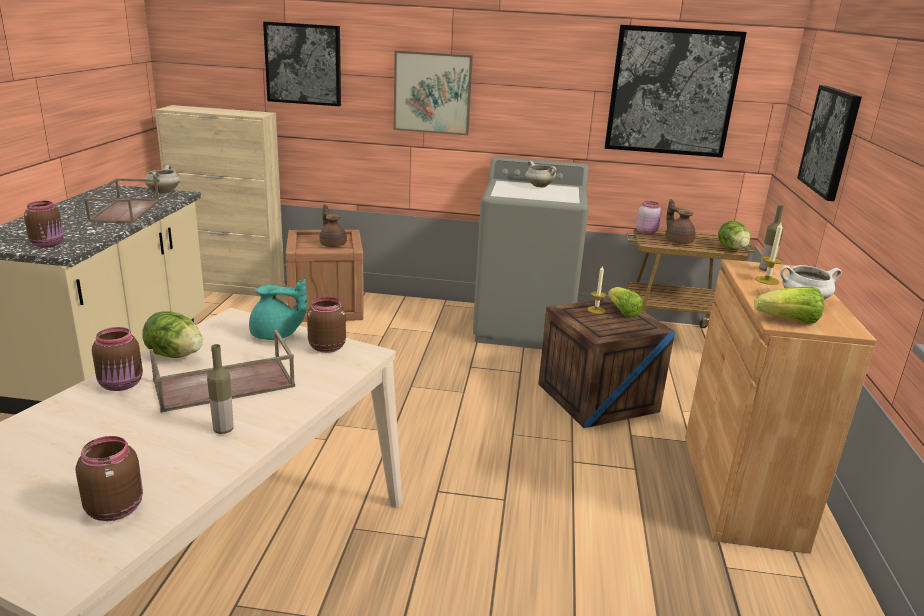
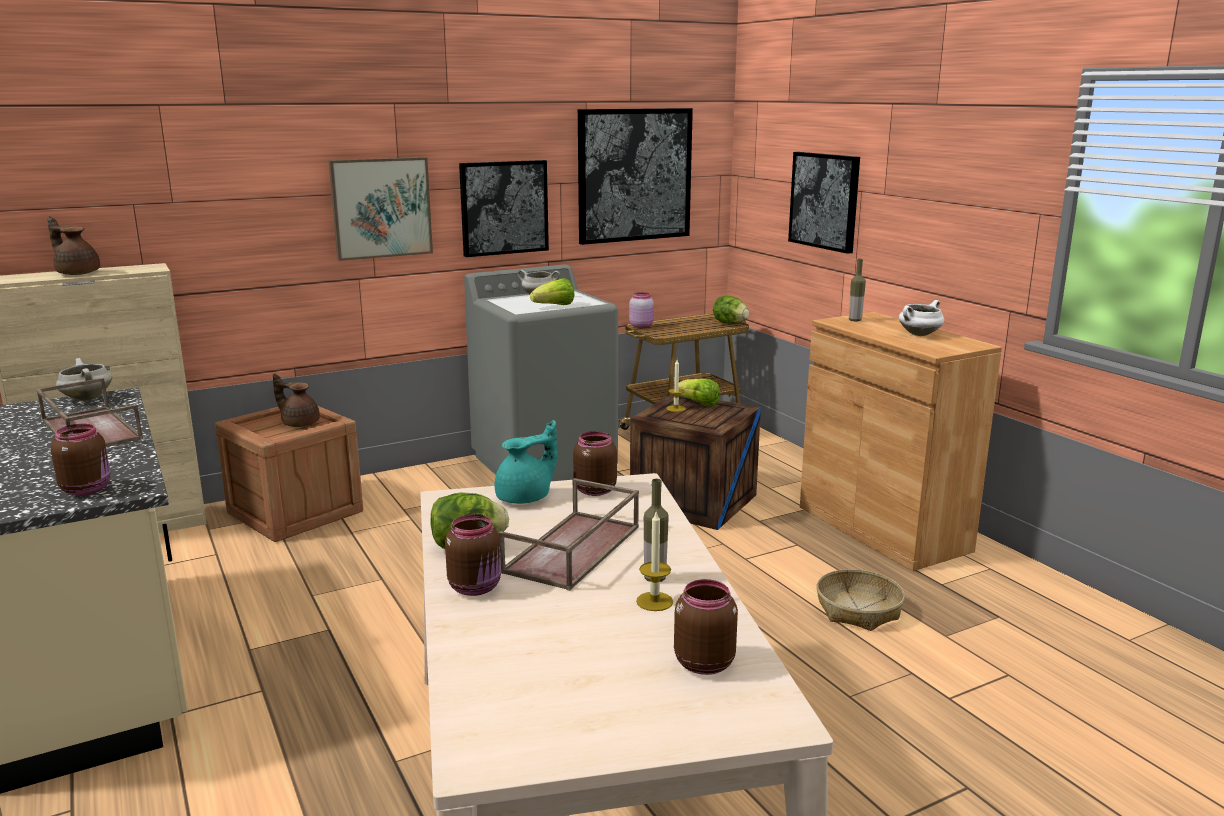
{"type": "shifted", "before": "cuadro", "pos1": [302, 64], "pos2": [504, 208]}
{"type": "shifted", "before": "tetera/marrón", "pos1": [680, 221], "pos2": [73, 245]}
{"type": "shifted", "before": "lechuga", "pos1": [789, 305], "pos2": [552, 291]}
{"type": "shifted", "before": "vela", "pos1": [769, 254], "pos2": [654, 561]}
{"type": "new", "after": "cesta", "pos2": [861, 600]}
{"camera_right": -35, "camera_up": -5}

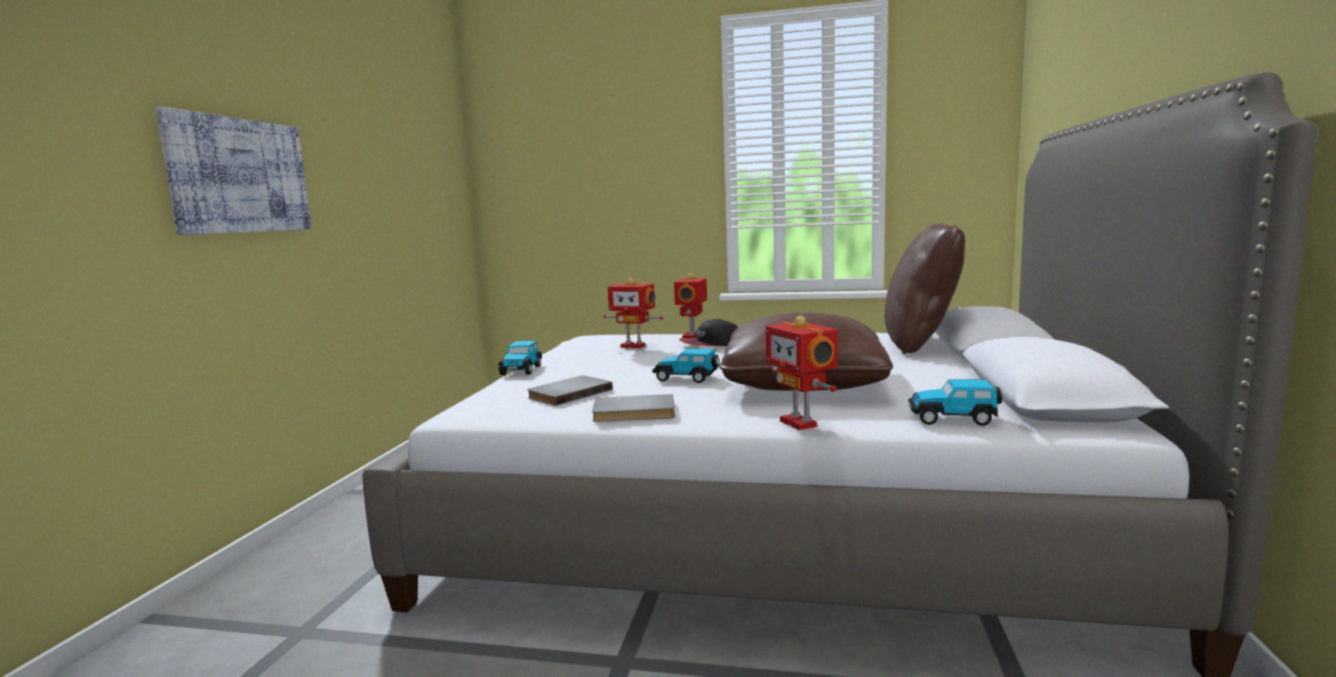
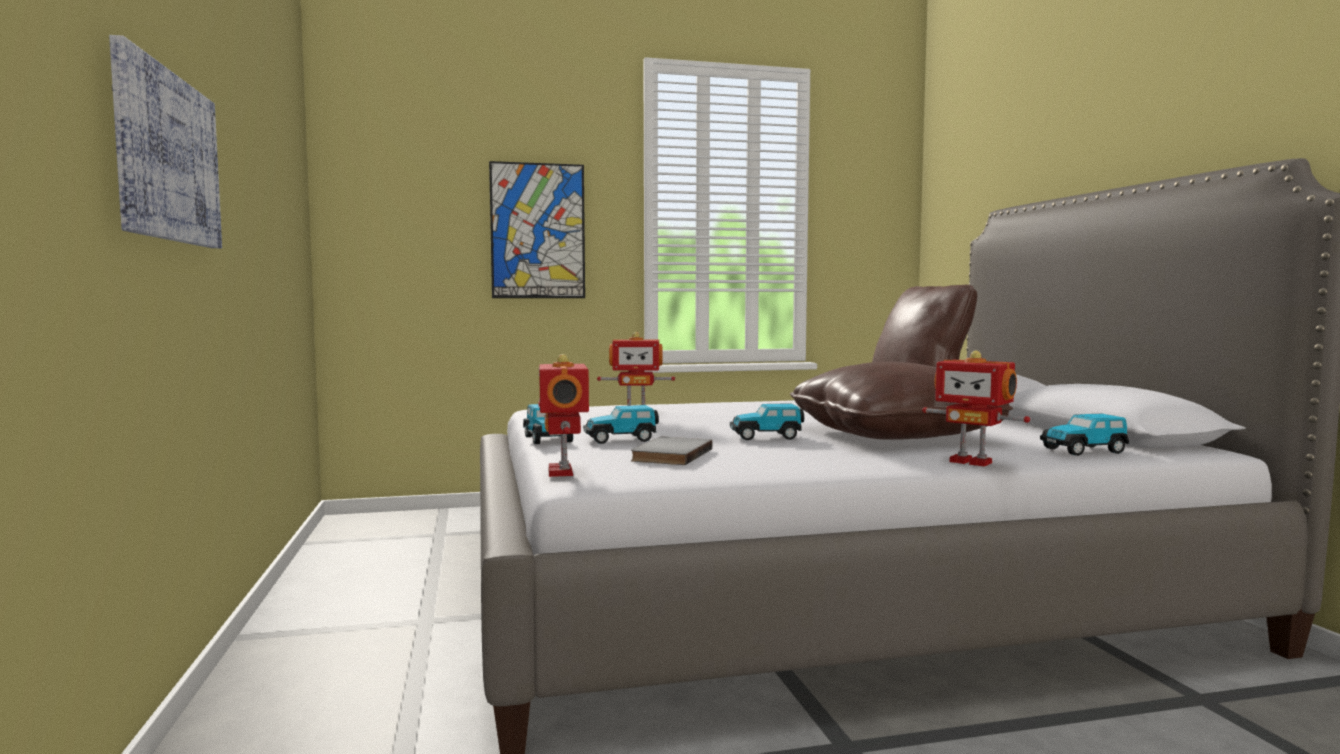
{"type": "gone", "before": "libro/gris", "pos1": [633, 408]}
{"type": "shifted", "before": "robot de juguete", "pos1": [690, 305], "pos2": [564, 415]}
{"type": "gone", "before": "gorra", "pos1": [708, 332]}
{"type": "new", "after": "cuadro", "pos2": [537, 229]}
{"type": "new", "after": "coche de juguete", "pos2": [621, 424]}
{"camera_right": -25, "camera_up": -5}

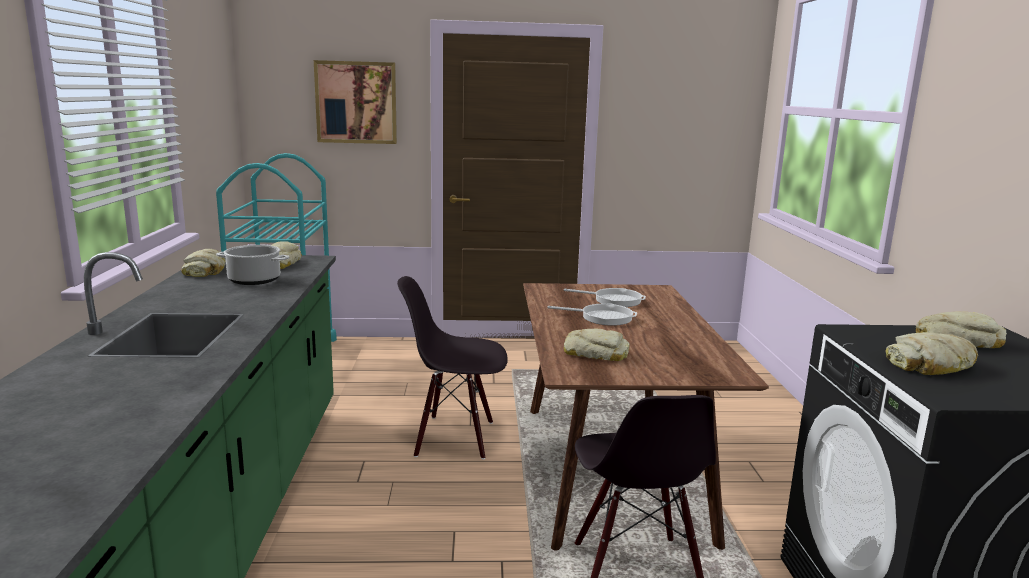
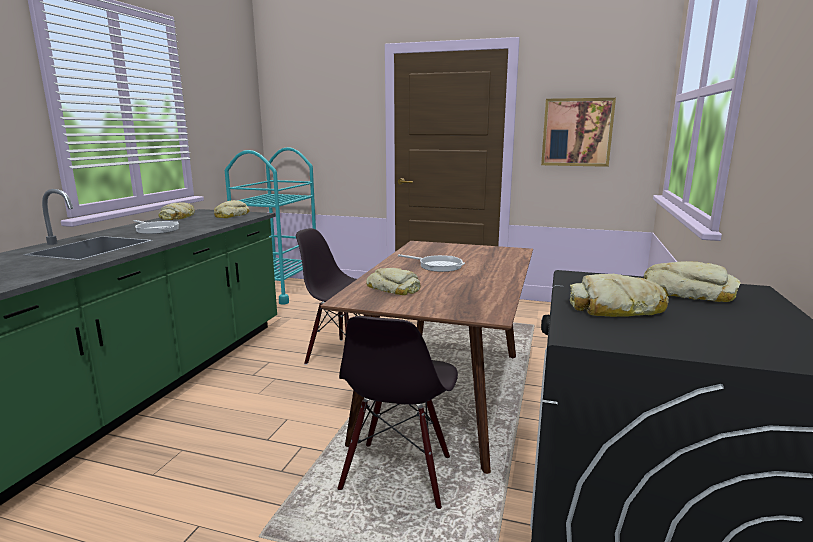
{"type": "gone", "before": "olla", "pos1": [253, 265]}
{"type": "shifted", "before": "cuadro", "pos1": [355, 102], "pos2": [578, 132]}
{"type": "shifted", "before": "sartén", "pos1": [605, 297], "pos2": [156, 227]}
{"camera_right": 20, "camera_up": 0}

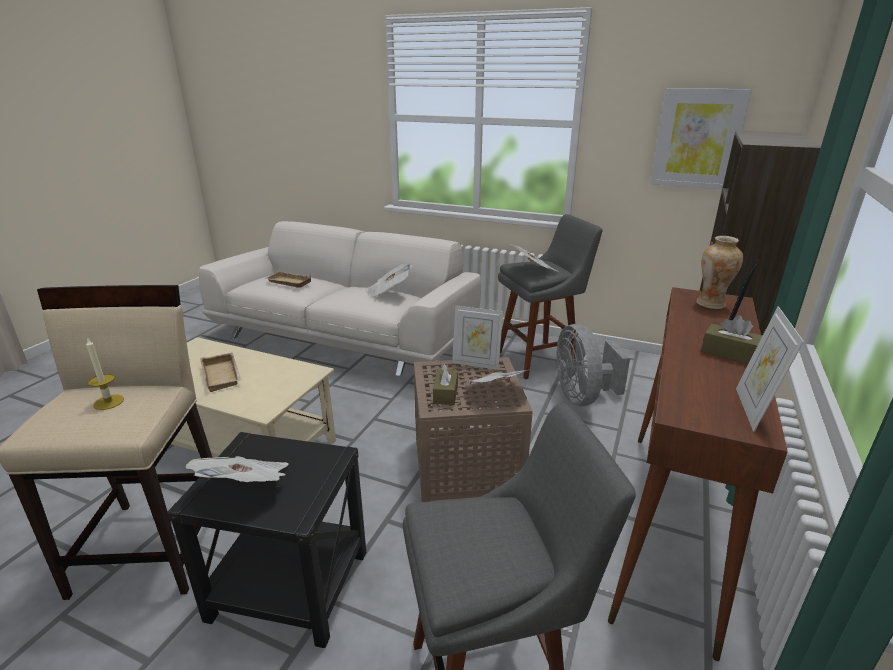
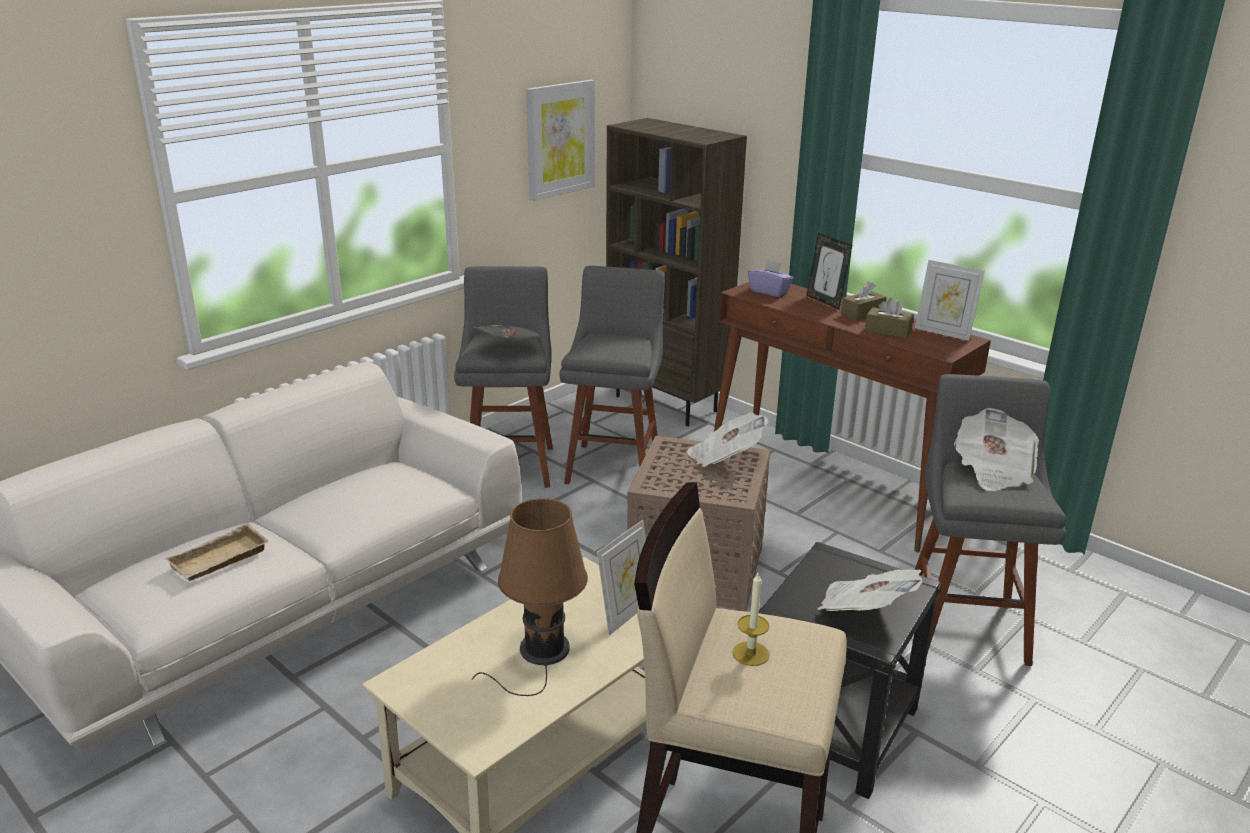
{"type": "swapped", "before": "bandeja/beis", "after": "lámpara de mesa/marrón", "pos1": [220, 372], "pos2": [530, 597]}
{"type": "shifted", "before": "periódico", "pos1": [388, 280], "pos2": [996, 449]}
{"type": "shifted", "before": "caja de pañuelos/marrón", "pos1": [445, 384], "pos2": [889, 317]}
{"type": "shifted", "before": "portarretratos", "pos1": [477, 338], "pos2": [621, 578]}
{"type": "swapped", "before": "ventilador/gris", "after": "taburete/gris", "pos1": [593, 365], "pos2": [612, 375]}
{"type": "swapped", "before": "florero", "after": "caja de pañuelos/morado", "pos1": [719, 272], "pos2": [770, 278]}
{"camera_right": -70, "camera_up": 0}

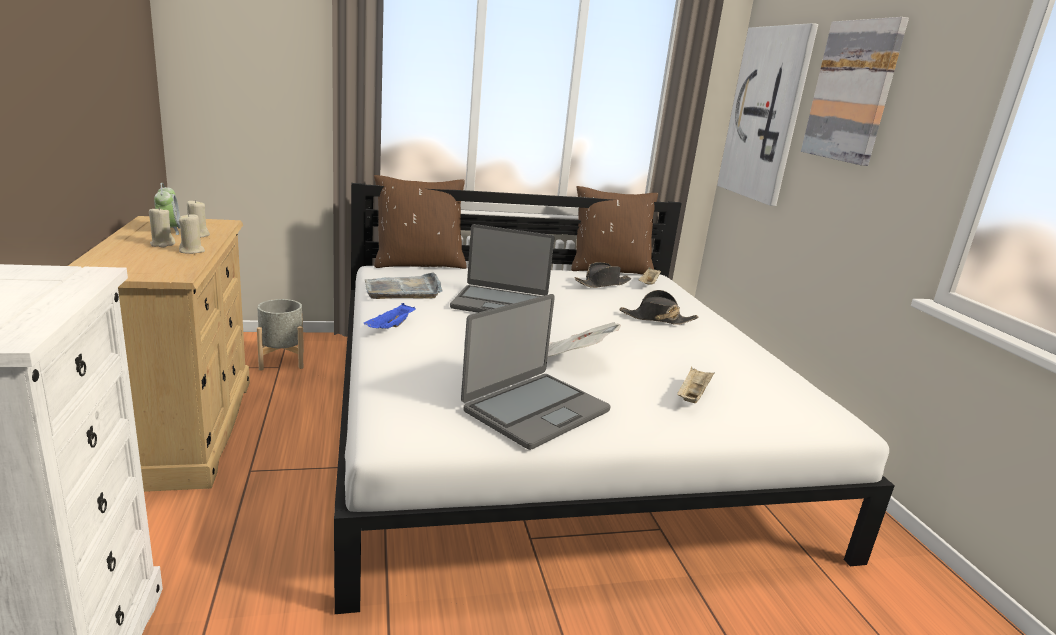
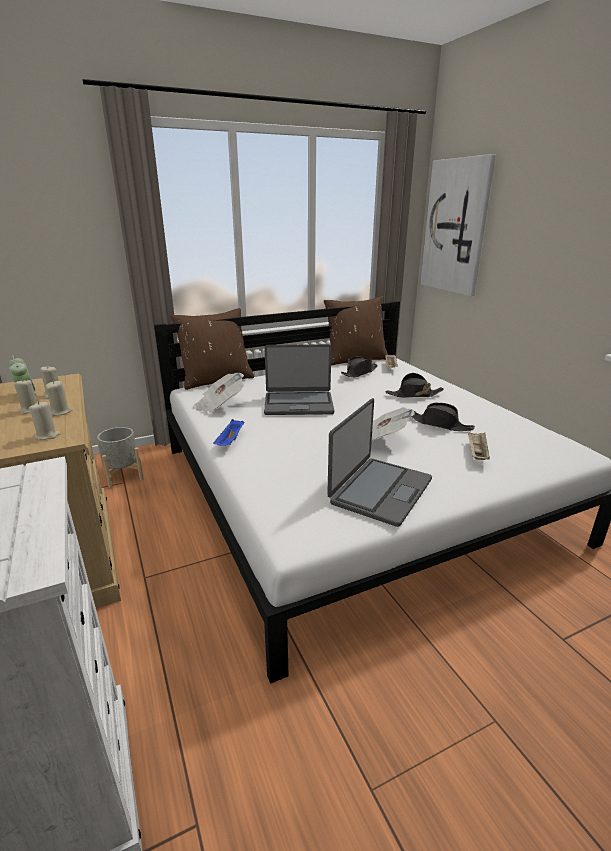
{"type": "swapped", "before": "bandeja/gris", "after": "periódico", "pos1": [403, 285], "pos2": [218, 393]}
{"type": "gone", "before": "cuadro", "pos1": [855, 91]}
{"type": "new", "after": "vela/beis", "pos2": [45, 420]}
{"type": "new", "after": "sombrero/negro", "pos2": [443, 417]}
{"camera_right": -10, "camera_up": 5}

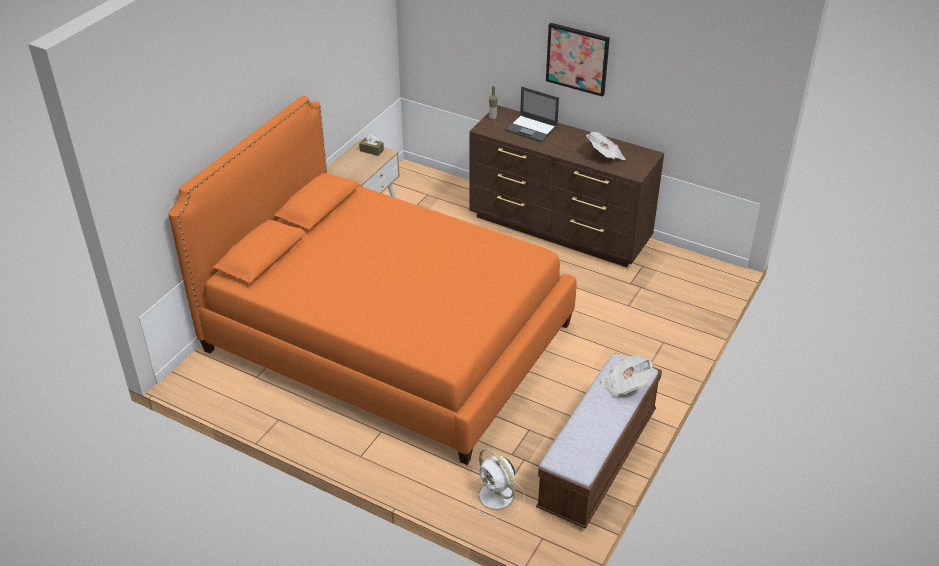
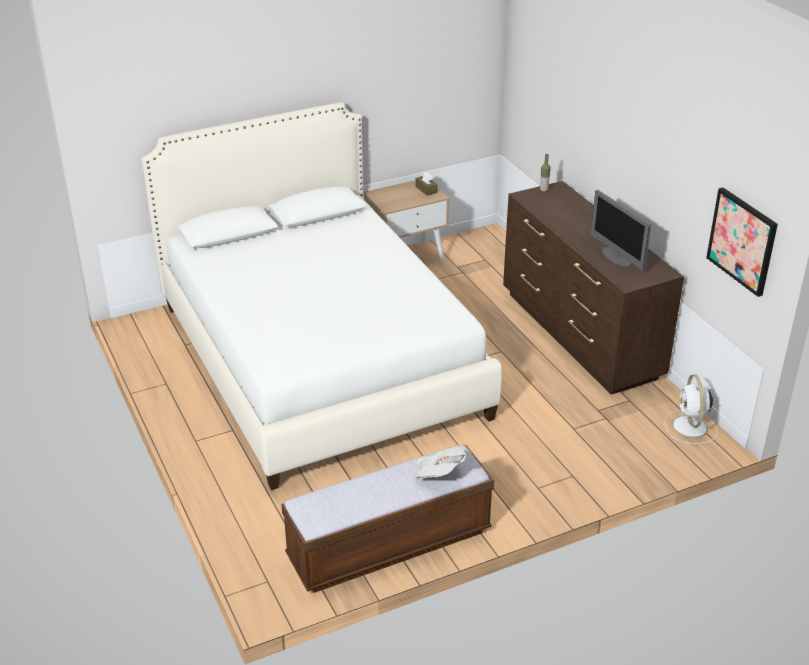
{"type": "repainted", "before": "cama/naranja", "after": "cama/blanco", "pos1": [373, 280], "pos2": [321, 296]}
{"type": "shifted", "before": "ventilador/blanco", "pos1": [497, 483], "pos2": [691, 409]}
{"type": "gone", "before": "portátil", "pos1": [532, 115]}
{"type": "shifted", "before": "cuadro", "pos1": [578, 60], "pos2": [742, 242]}
{"type": "swapped", "before": "periódico", "after": "monitor", "pos1": [606, 146], "pos2": [621, 230]}
{"camera_right": 35, "camera_up": -5}

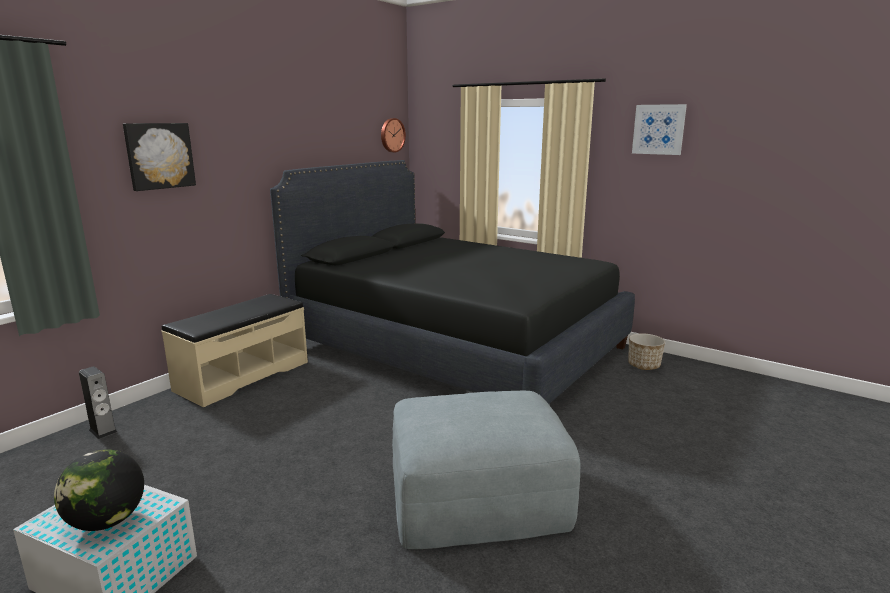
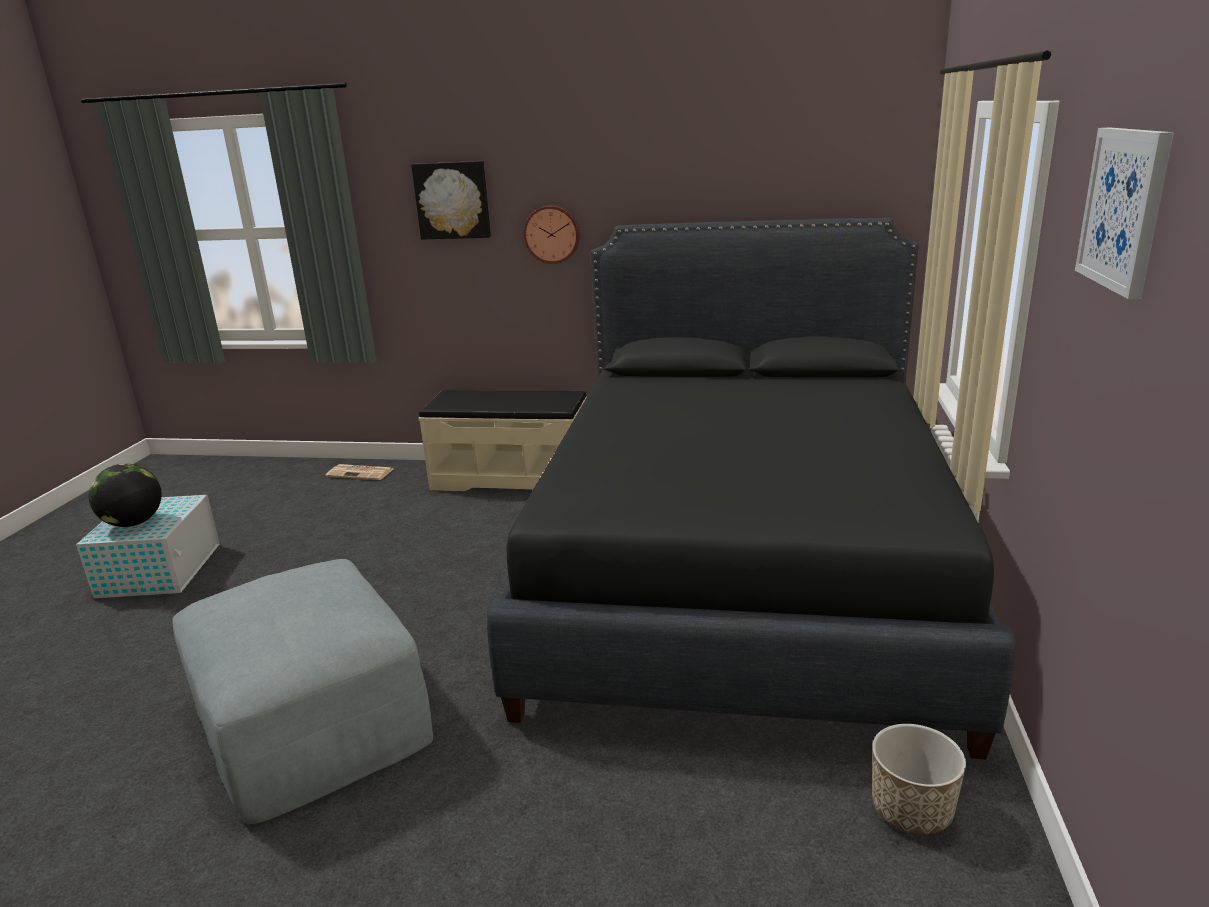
{"type": "swapped", "before": "altavoz", "after": "periódico", "pos1": [98, 402], "pos2": [359, 472]}
{"type": "shifted", "before": "reloj de pared", "pos1": [393, 135], "pos2": [552, 234]}
{"camera_right": 65, "camera_up": 5}

